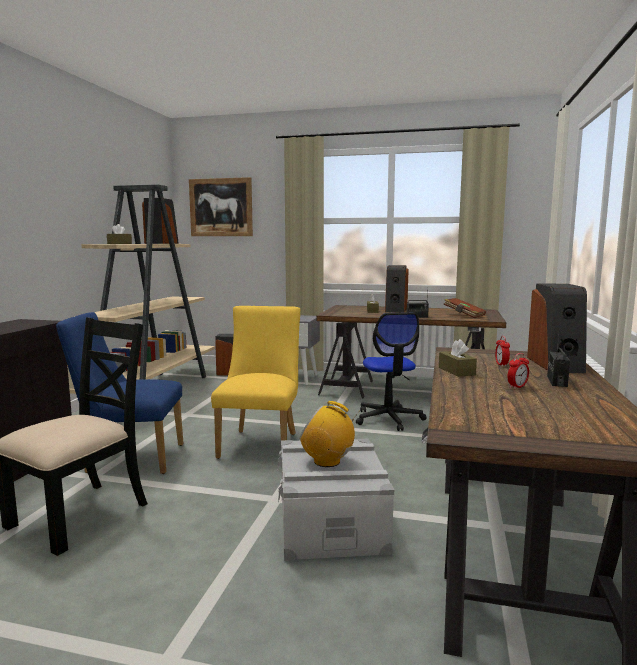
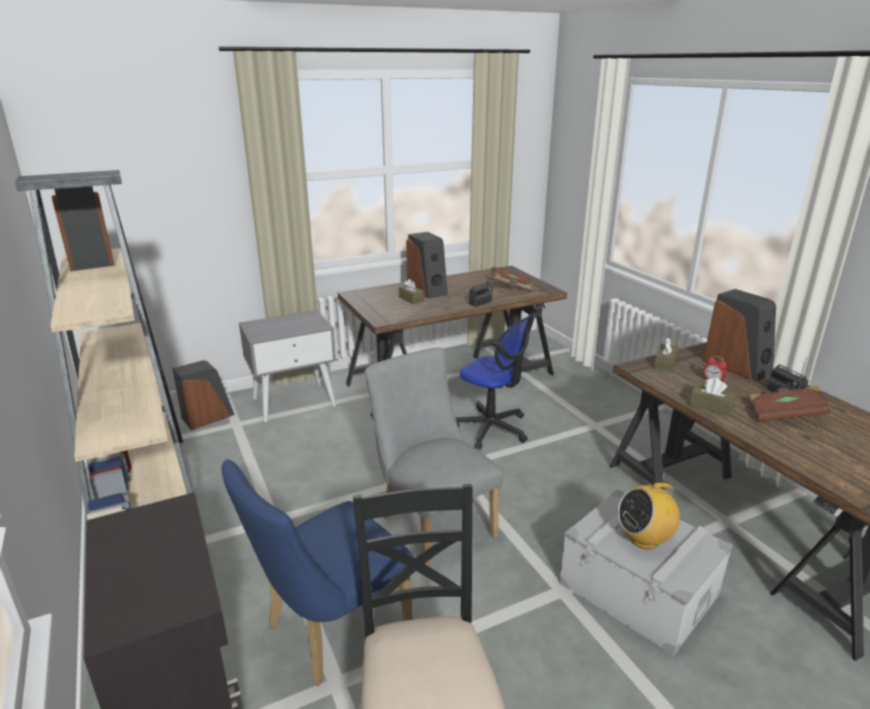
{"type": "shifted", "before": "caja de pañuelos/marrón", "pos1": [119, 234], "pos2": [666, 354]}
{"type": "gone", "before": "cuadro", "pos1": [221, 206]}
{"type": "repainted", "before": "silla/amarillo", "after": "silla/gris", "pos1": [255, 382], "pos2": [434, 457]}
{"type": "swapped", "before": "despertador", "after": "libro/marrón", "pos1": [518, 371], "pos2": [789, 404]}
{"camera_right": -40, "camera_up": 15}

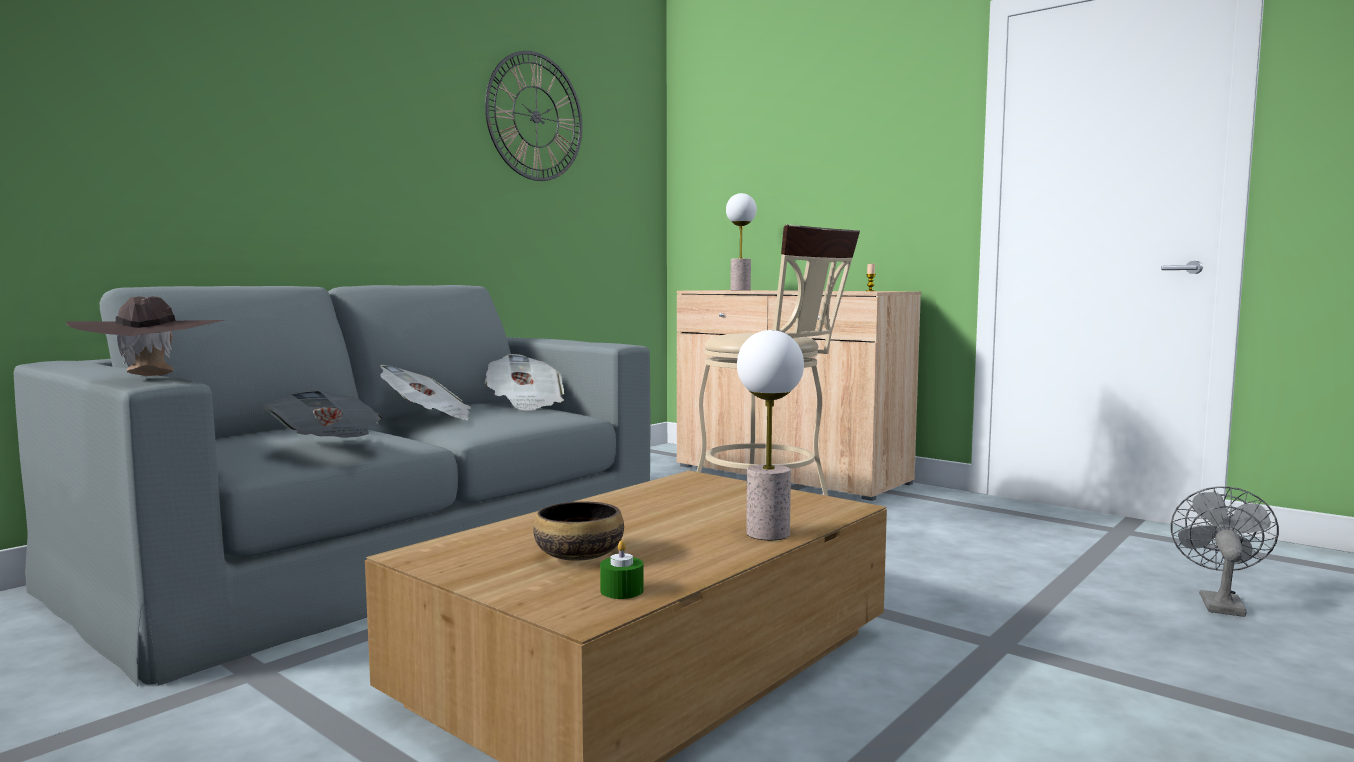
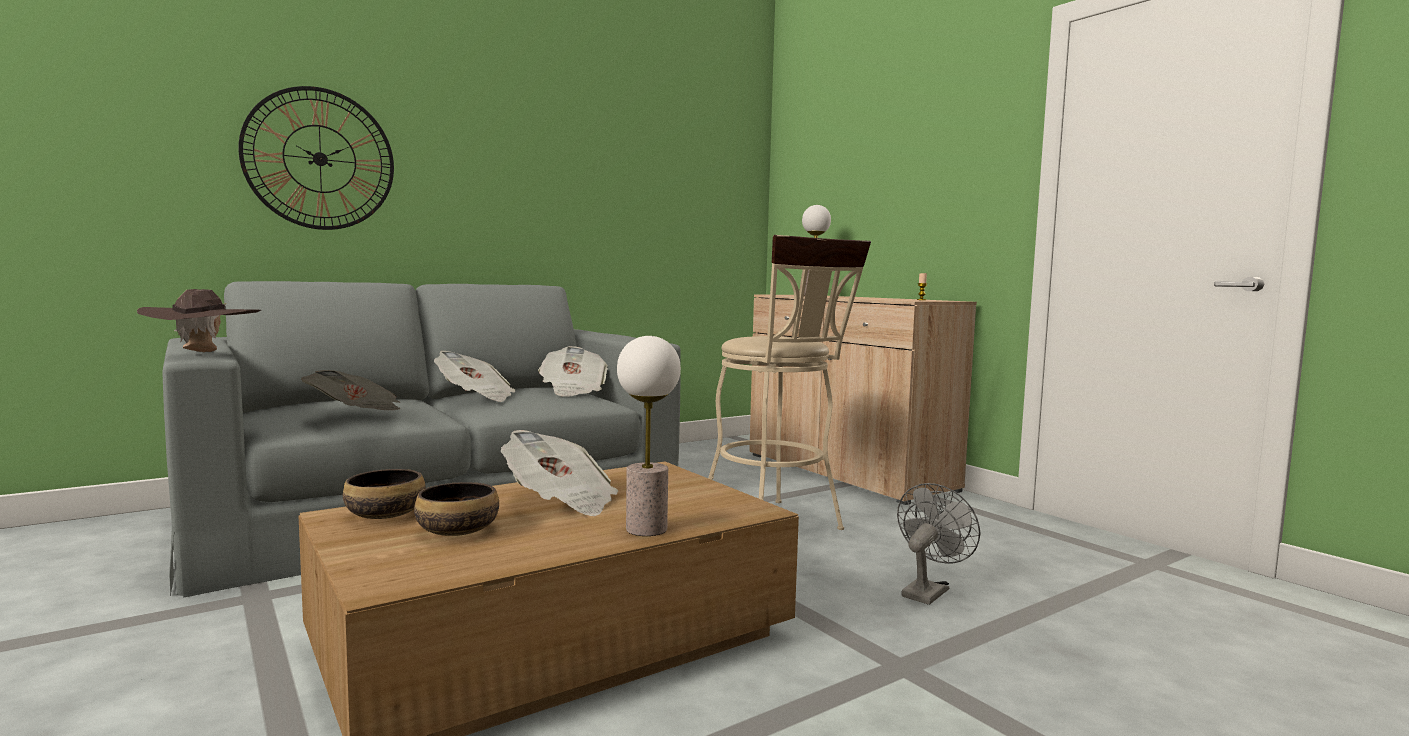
{"type": "shifted", "before": "reloj de pared", "pos1": [533, 116], "pos2": [316, 158]}
{"type": "gone", "before": "vela/verde", "pos1": [622, 569]}
{"type": "shifted", "before": "ventilador/gris", "pos1": [1224, 551], "pos2": [938, 544]}
{"type": "new", "after": "cuenco", "pos2": [384, 494]}
{"type": "new", "after": "periódico", "pos2": [559, 473]}
{"camera_right": 15, "camera_up": 0}

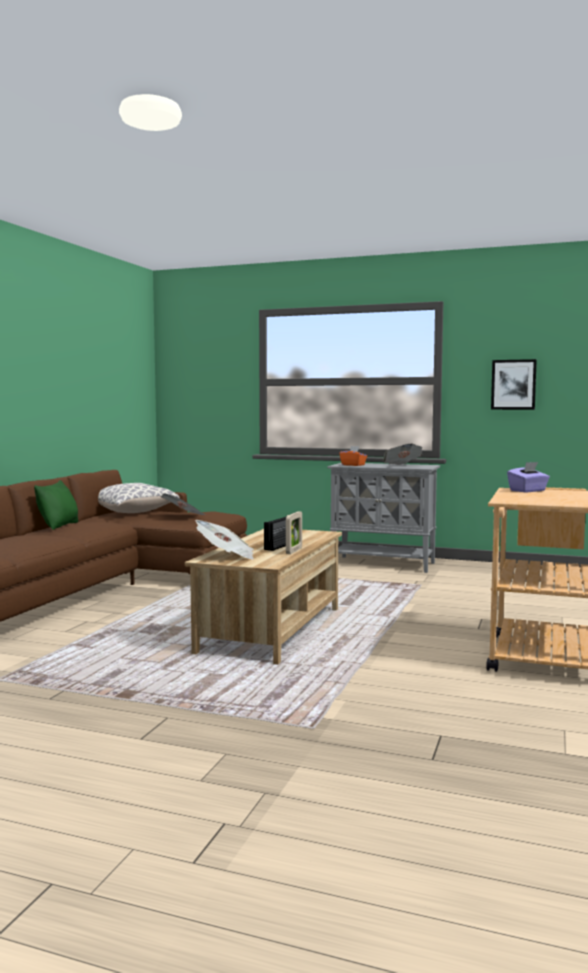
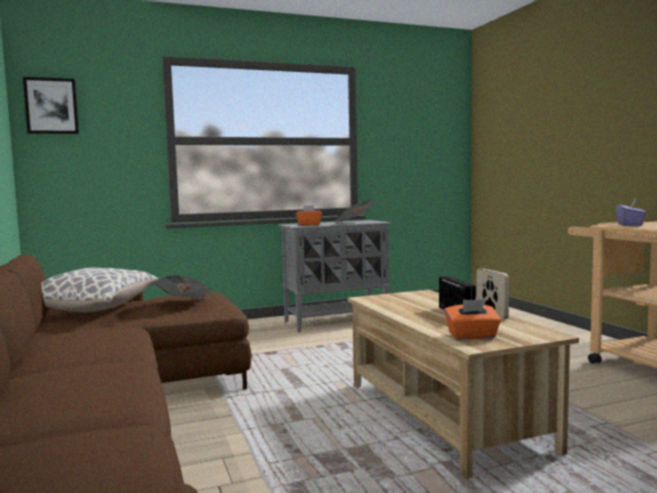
{"type": "gone", "before": "cojín/verde", "pos1": [56, 505]}
{"type": "swapped", "before": "periódico", "after": "caja de pañuelos/naranja", "pos1": [224, 540], "pos2": [472, 319]}
{"type": "shifted", "before": "cuadro", "pos1": [514, 384], "pos2": [51, 105]}
{"camera_right": -40, "camera_up": 0}

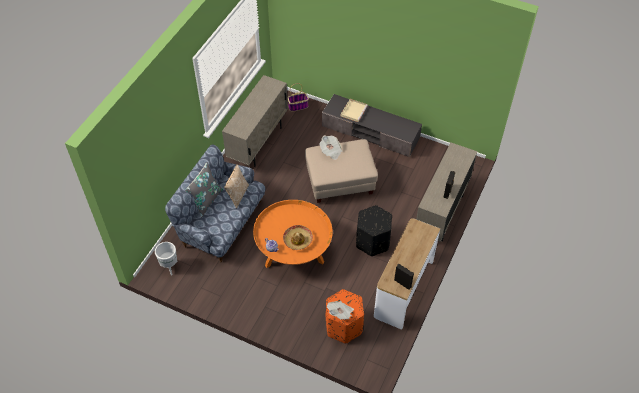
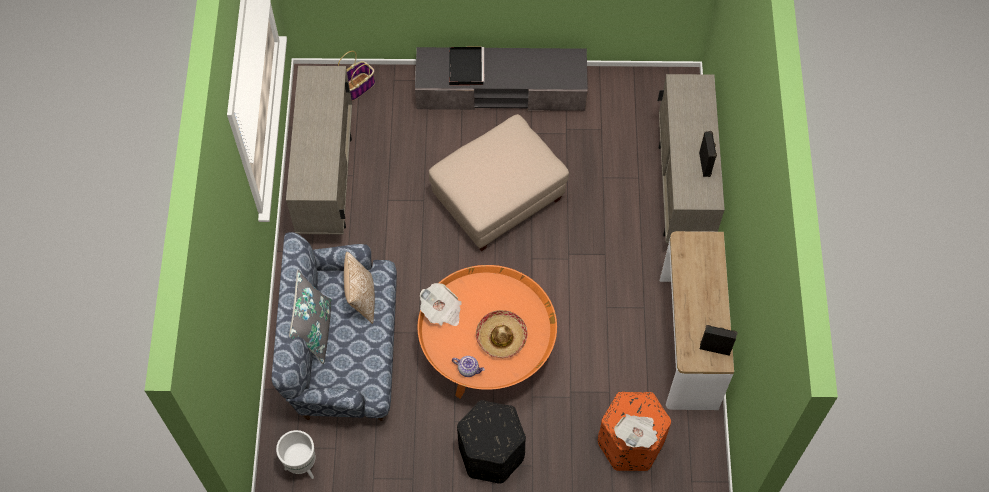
{"type": "shifted", "before": "periódico", "pos1": [331, 147], "pos2": [440, 304]}
{"type": "repainted", "before": "bandeja/beis", "after": "bandeja/negro", "pos1": [354, 110], "pos2": [466, 66]}
{"type": "shifted", "before": "puf/negro", "pos1": [374, 230], "pos2": [491, 442]}
{"camera_right": -25, "camera_up": 10}

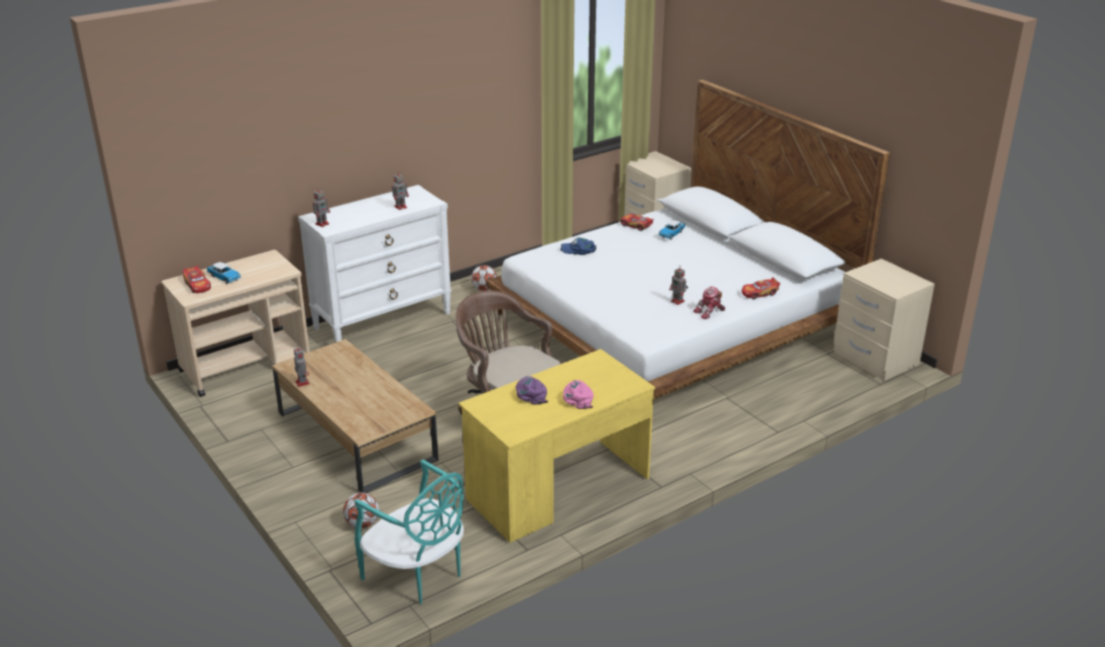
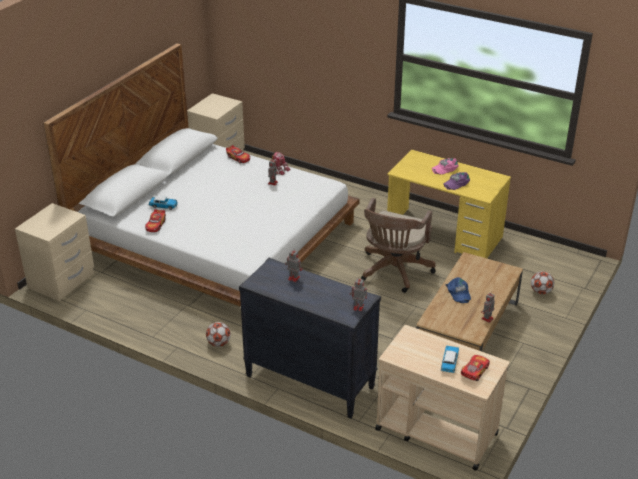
{"type": "repainted", "before": "cómoda/blanco", "after": "cómoda/negro", "pos1": [375, 264], "pos2": [310, 338]}
{"type": "gone", "before": "silla/turquesa", "pos1": [409, 531]}
{"type": "shifted", "before": "gorra/azul", "pos1": [578, 246], "pos2": [458, 290]}
{"camera_right": -115, "camera_up": 5}

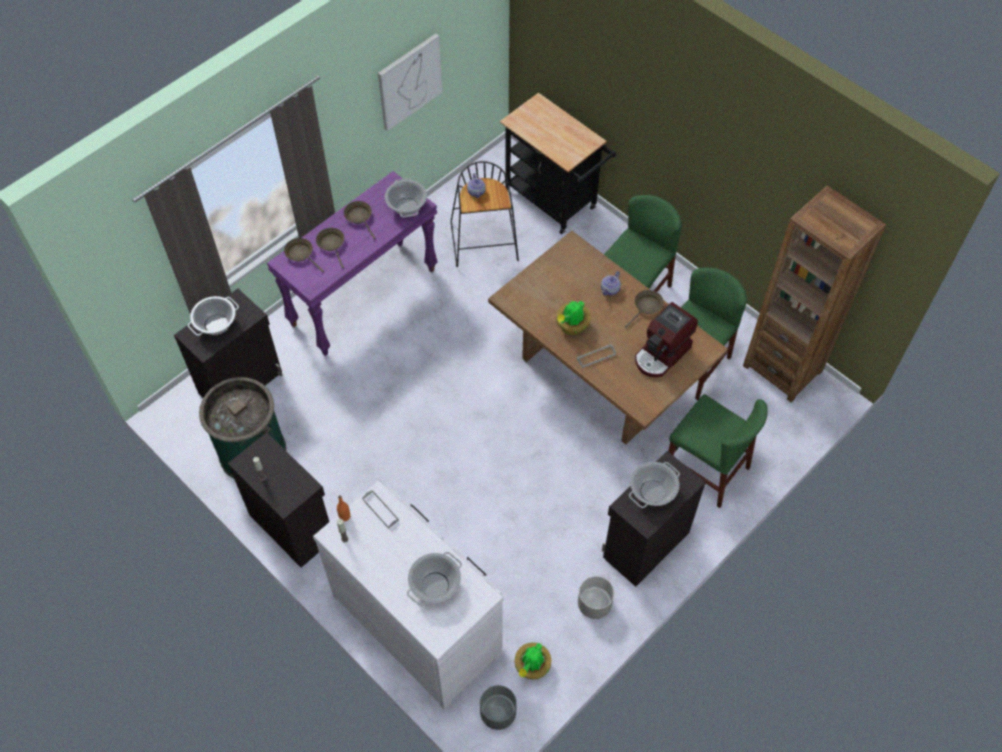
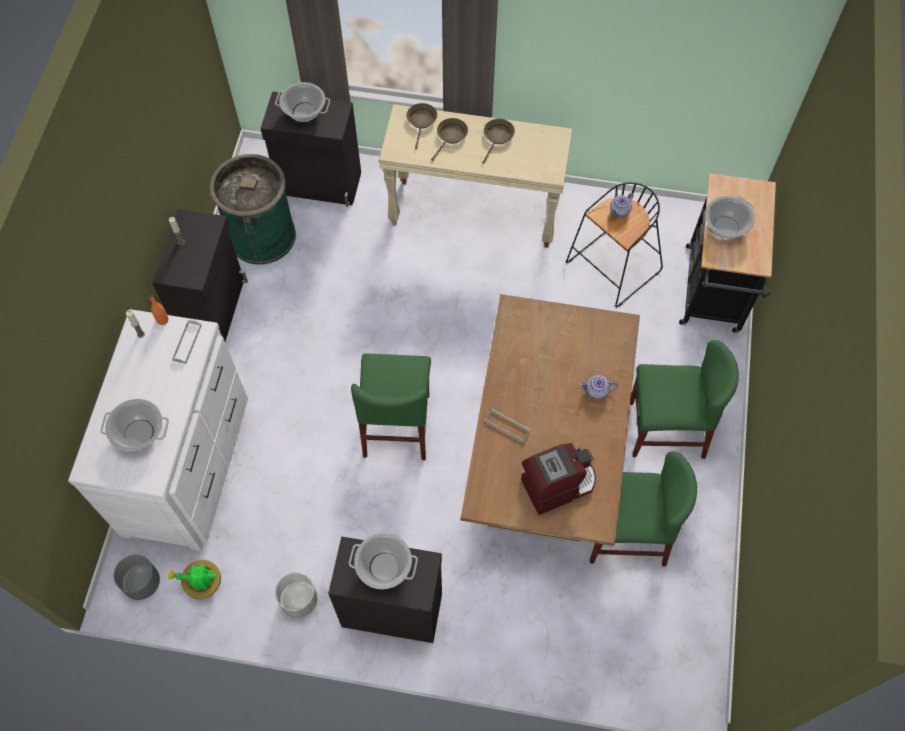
{"type": "repainted", "before": "mesa consola/morado", "after": "mesa consola/beis", "pos1": [352, 263], "pos2": [476, 176]}
{"type": "gone", "before": "cuadro", "pos1": [410, 82]}
{"type": "shifted", "before": "olla", "pos1": [406, 197], "pos2": [730, 218]}
{"type": "gone", "before": "planta en maceta", "pos1": [573, 317]}
{"type": "gone", "before": "sartén/marrón", "pos1": [644, 309]}
{"type": "rotated", "before": "cafetera", "pos1": [666, 339], "pos2": [558, 479], "turn": 150}
{"type": "shifted", "before": "silla/verde", "pos1": [718, 451], "pos2": [391, 407]}
{"type": "gone", "before": "estantería/marrón", "pos1": [814, 294]}
{"camera_right": 55, "camera_up": 5}

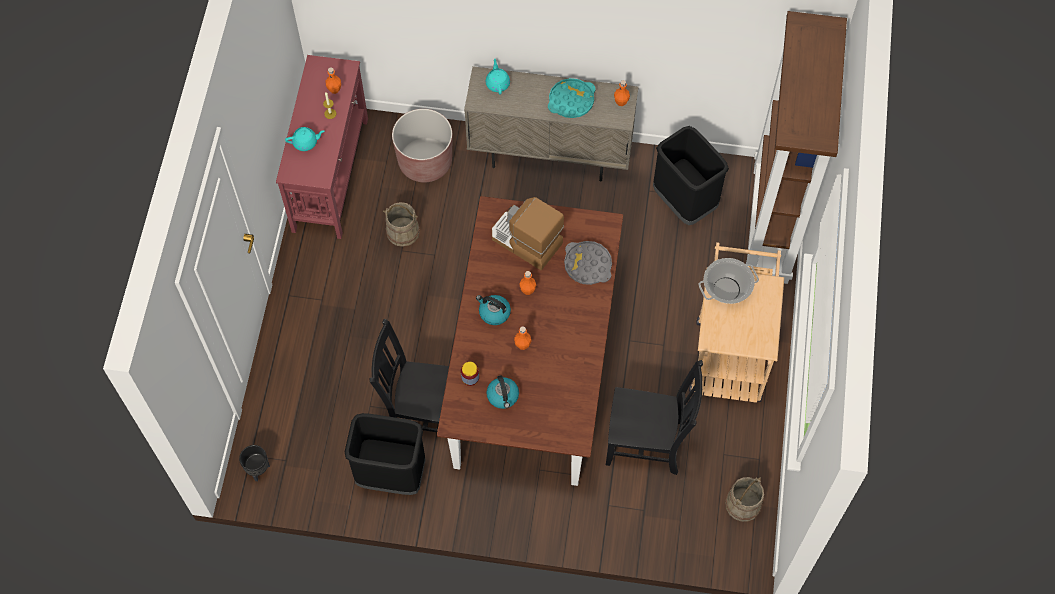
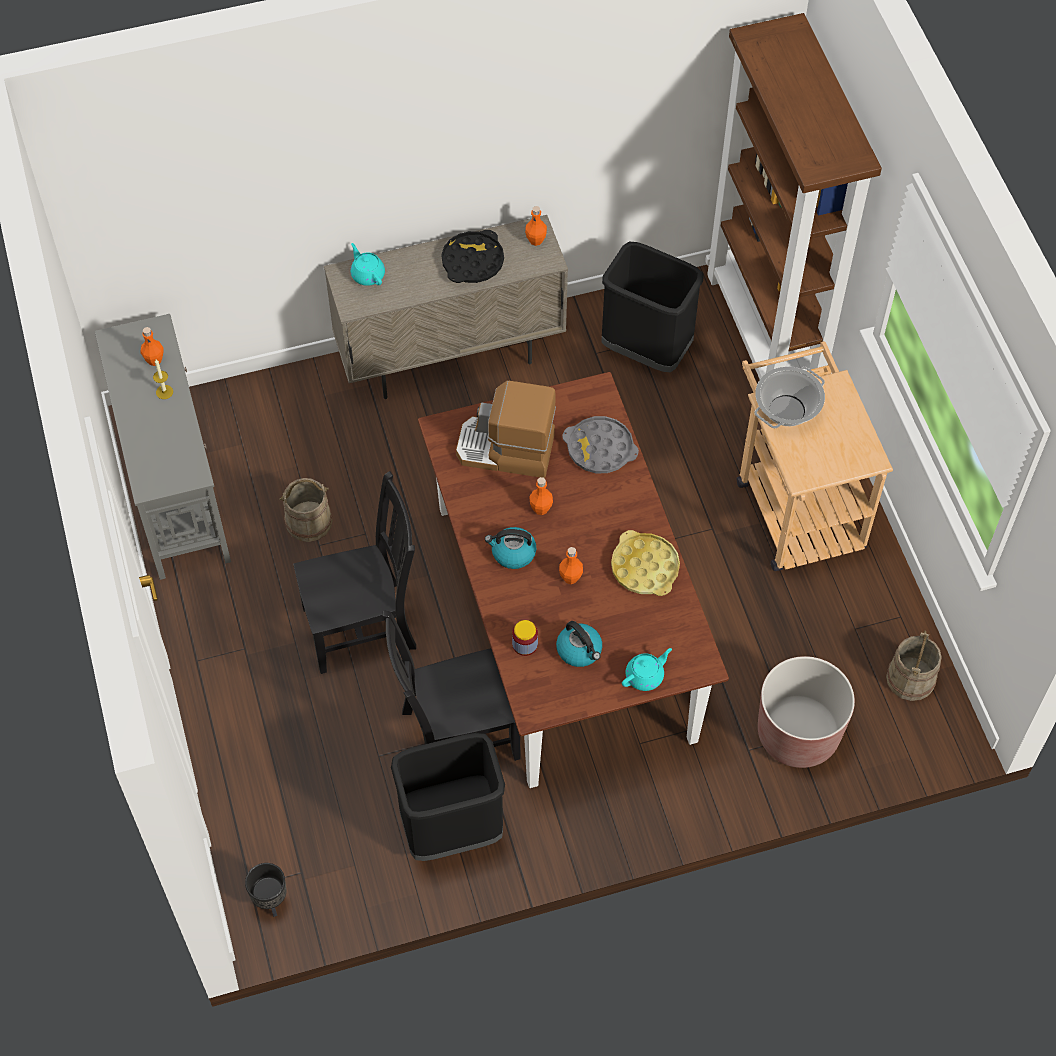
{"type": "repainted", "before": "mesa consola/rojo", "after": "mesa consola/gris", "pos1": [322, 147], "pos2": [163, 447]}
{"type": "shifted", "before": "tetera/turquesa", "pos1": [304, 139], "pos2": [647, 669]}
{"type": "shifted", "before": "maceta/marrón", "pos1": [422, 145], "pos2": [806, 712]}
{"type": "repainted", "before": "bandeja/turquesa", "after": "bandeja/negro", "pos1": [572, 98], "pos2": [472, 256]}
{"type": "shifted", "before": "silla/negro", "pos1": [654, 417], "pos2": [354, 572]}
{"type": "new", "after": "bandeja/amarillo", "pos2": [645, 563]}
{"camera_right": -25, "camera_up": -5}

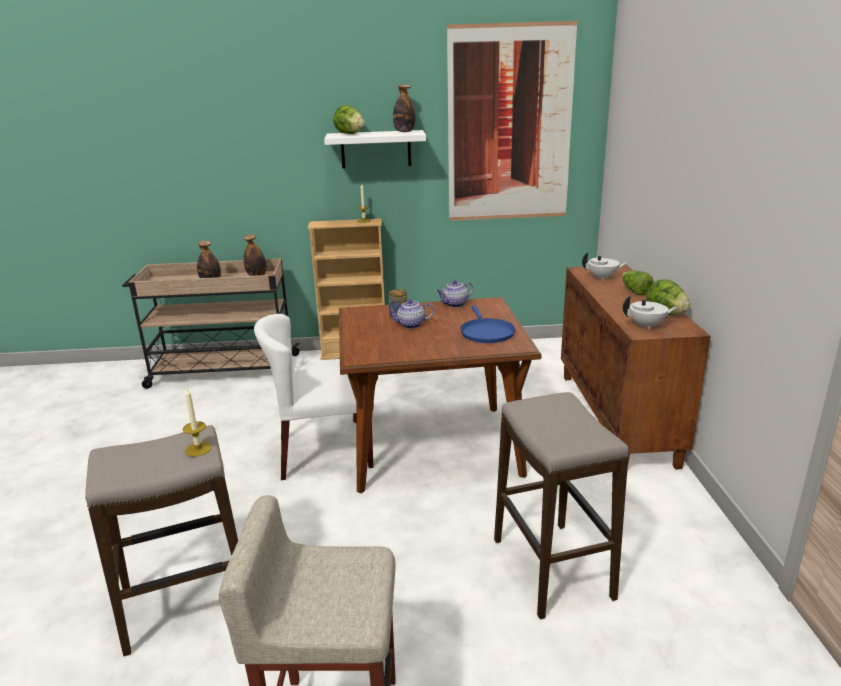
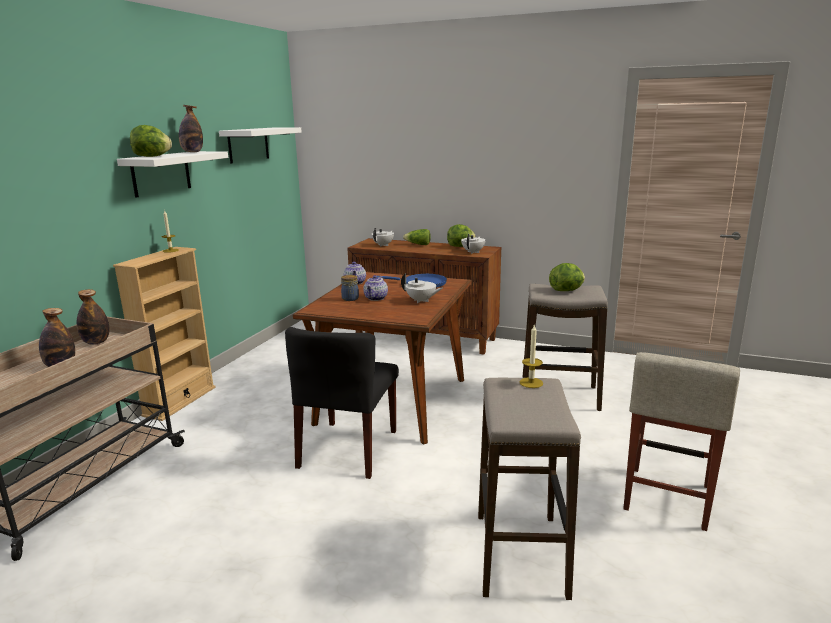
{"type": "repainted", "before": "silla/blanco", "after": "silla/negro", "pos1": [314, 397], "pos2": [342, 403]}
{"type": "swapped", "before": "cuadro", "after": "estante/blanco", "pos1": [512, 121], "pos2": [260, 145]}
{"type": "new", "after": "tetera/blanco", "pos2": [422, 288]}
{"type": "new", "after": "lechuga", "pos2": [567, 277]}
{"camera_right": -65, "camera_up": -5}

